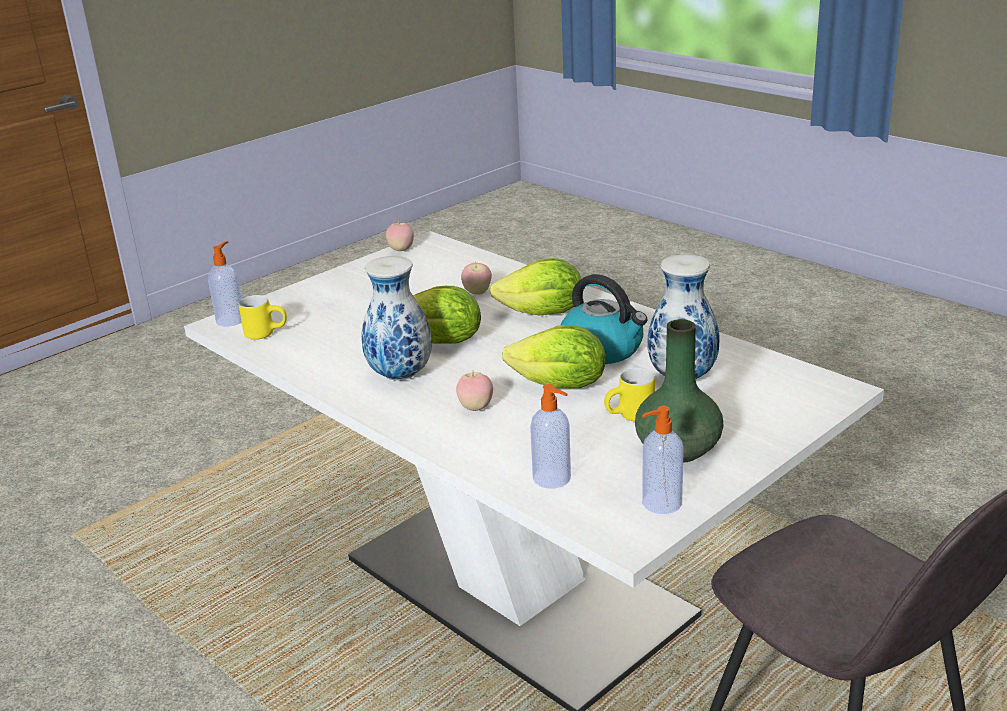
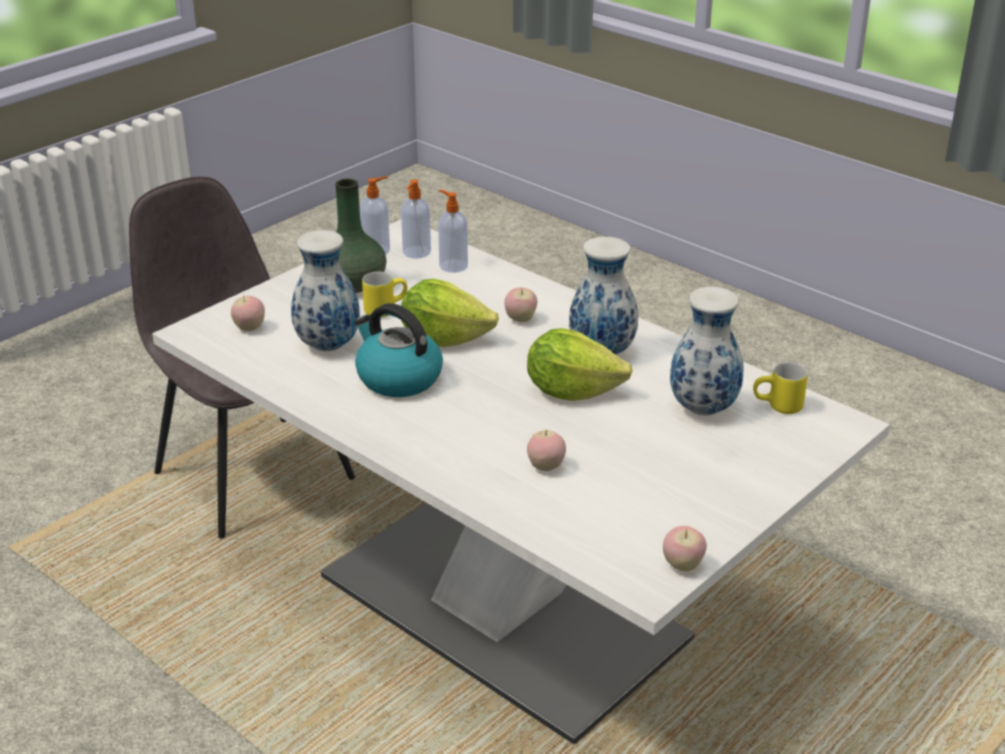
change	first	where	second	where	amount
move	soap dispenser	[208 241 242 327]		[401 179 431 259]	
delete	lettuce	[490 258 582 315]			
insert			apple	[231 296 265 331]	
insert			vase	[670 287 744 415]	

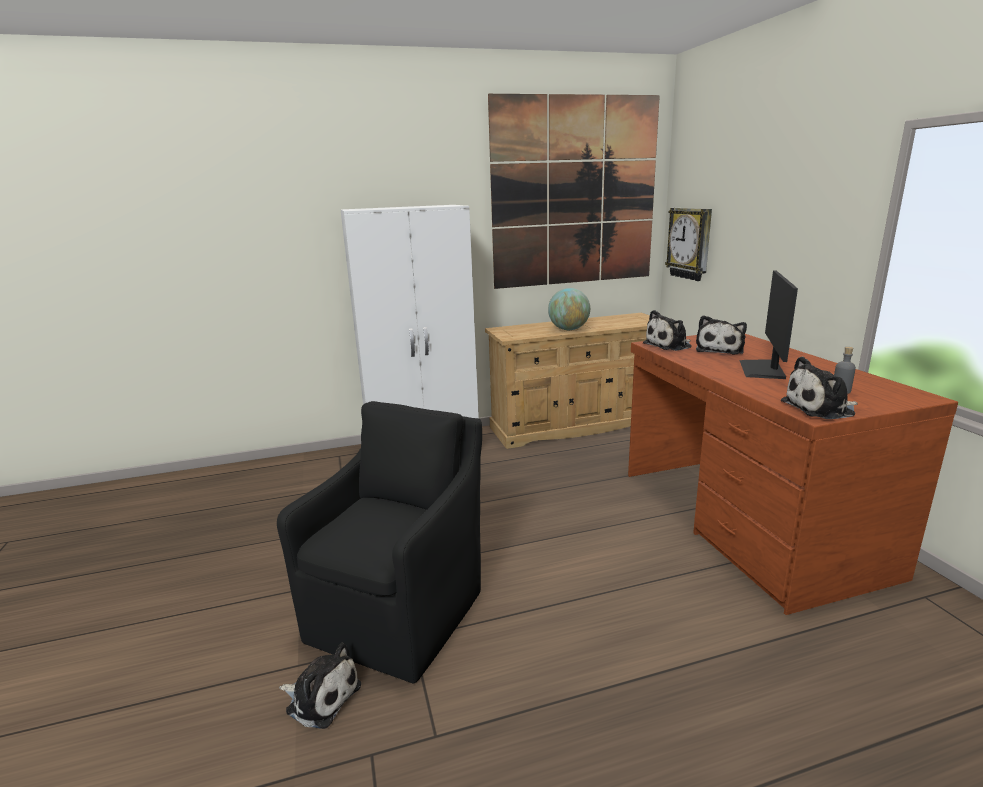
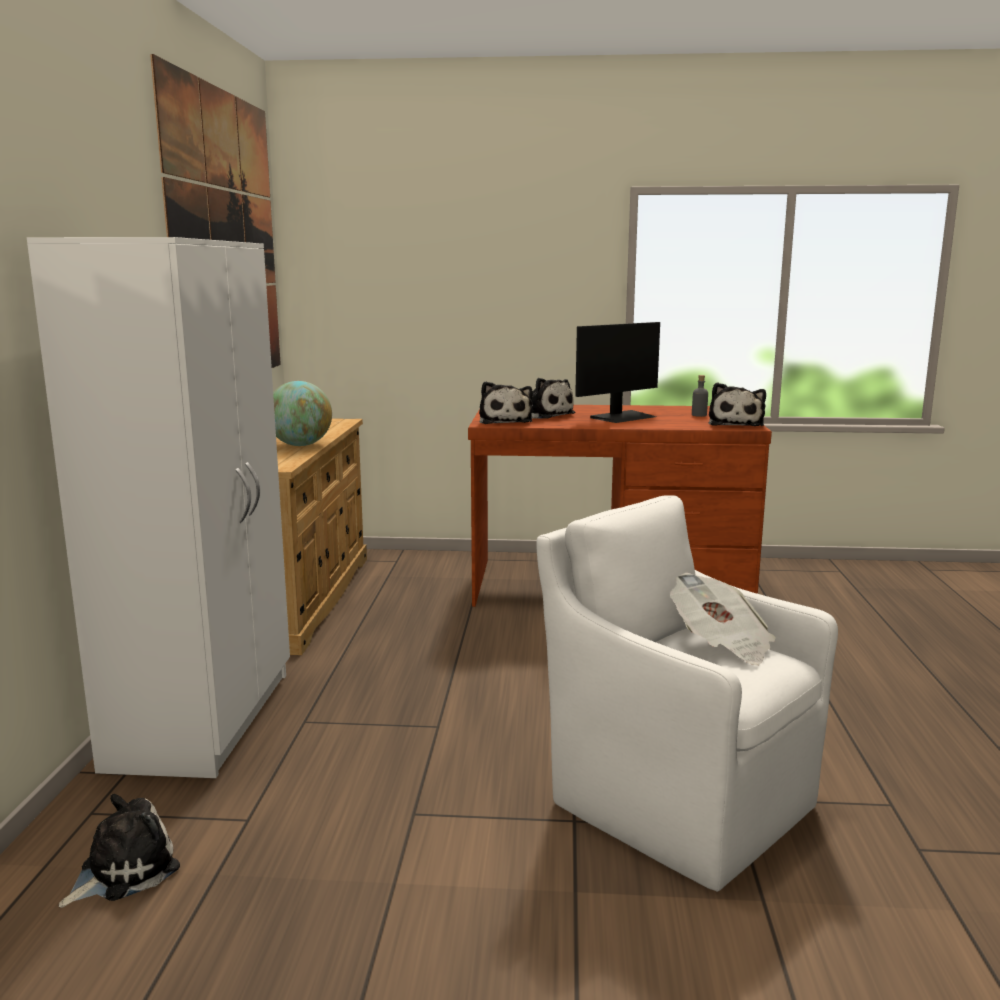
change	first	where	second	where	amount
recolor	black armchair	[277 401 482 684]	white armchair	[536 495 838 892]	
move	plush toy	[279 642 361 729]		[58 794 180 908]	
delete	wall clock	[665 208 712 281]			
rotate	monitor	[739 271 798 379]		[575 322 660 423]	75 degrees counterclockwise
insert			newspaper	[670 572 775 666]	

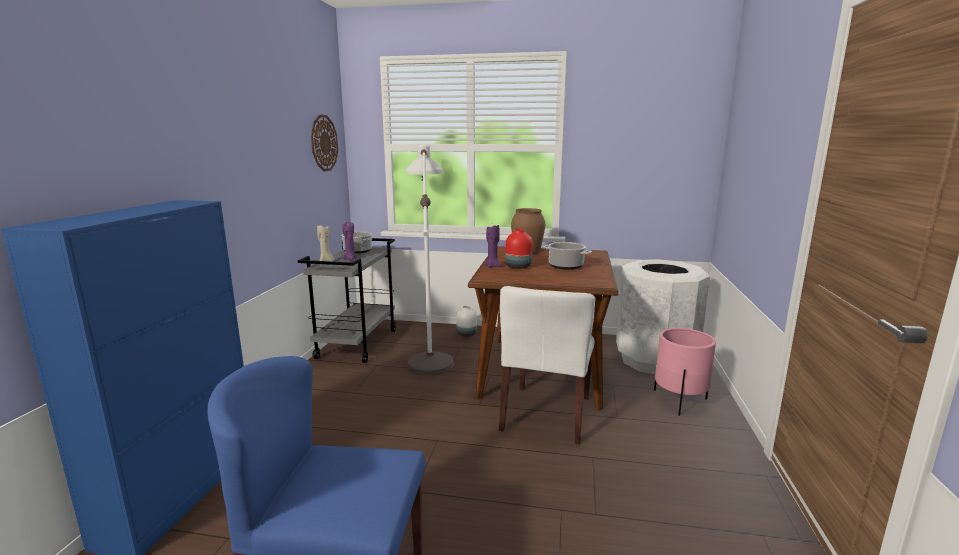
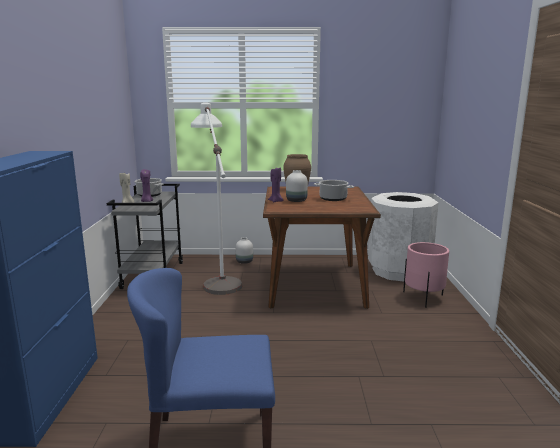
change	first	where	second	where	amount
delete	wall clock	[311 115 338 171]			
delete	white chair	[499 286 595 445]			
recolor	red vase	[505 229 533 269]	white vase	[286 170 308 202]	

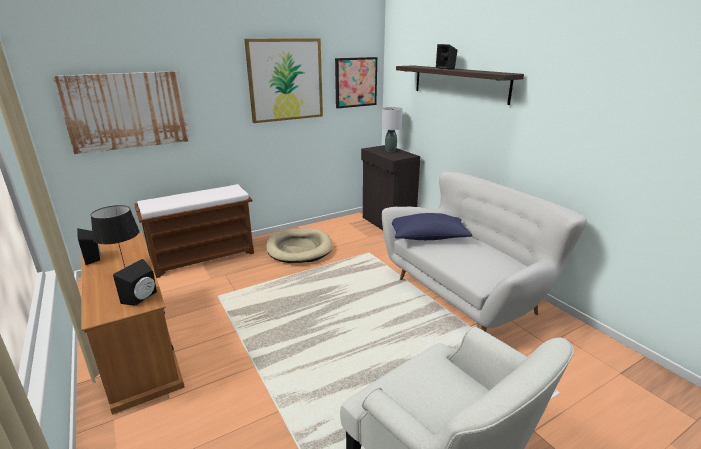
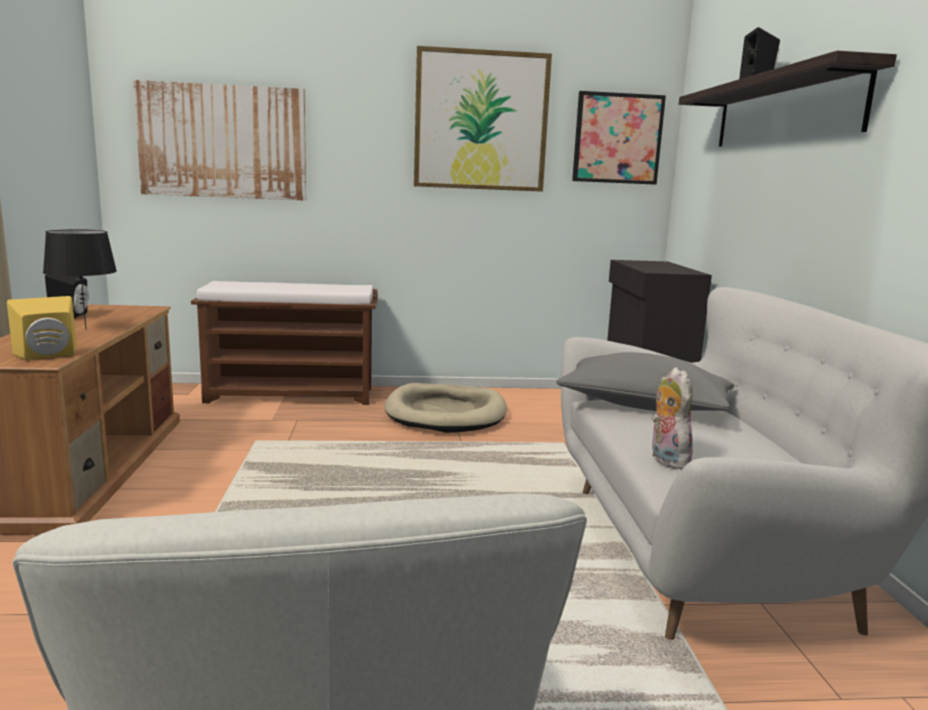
change	first	where	second	where	amount
recolor	black speaker	[113 259 157 306]	yellow speaker	[7 296 77 360]	
delete	grey table lamp	[382 107 402 152]			
recolor	blue pillow	[392 213 473 240]	grey pillow	[556 352 734 411]	
insert			plush toy	[651 367 693 469]	

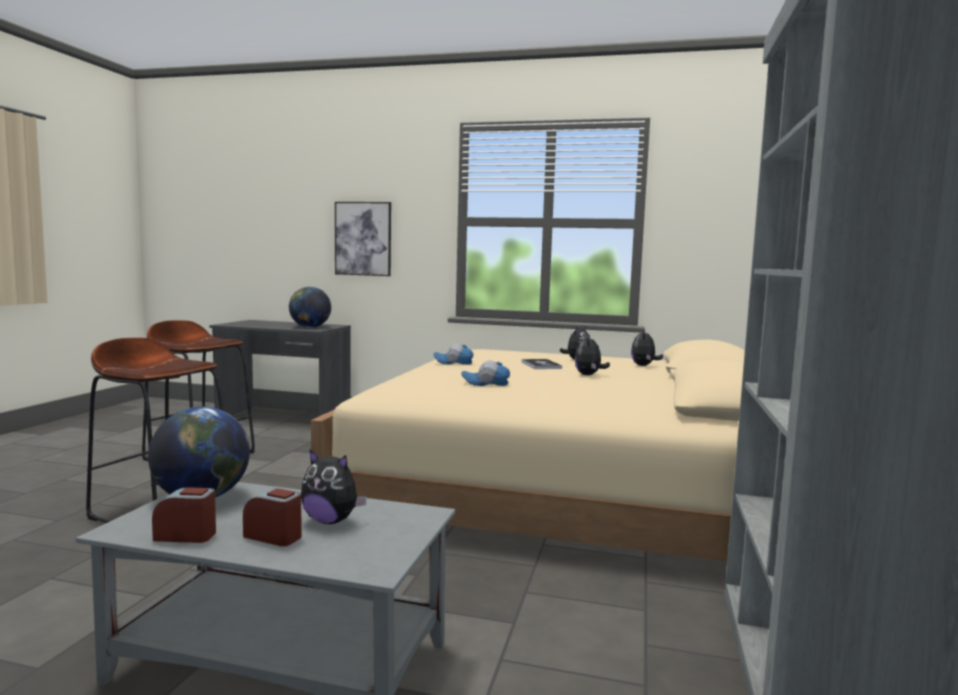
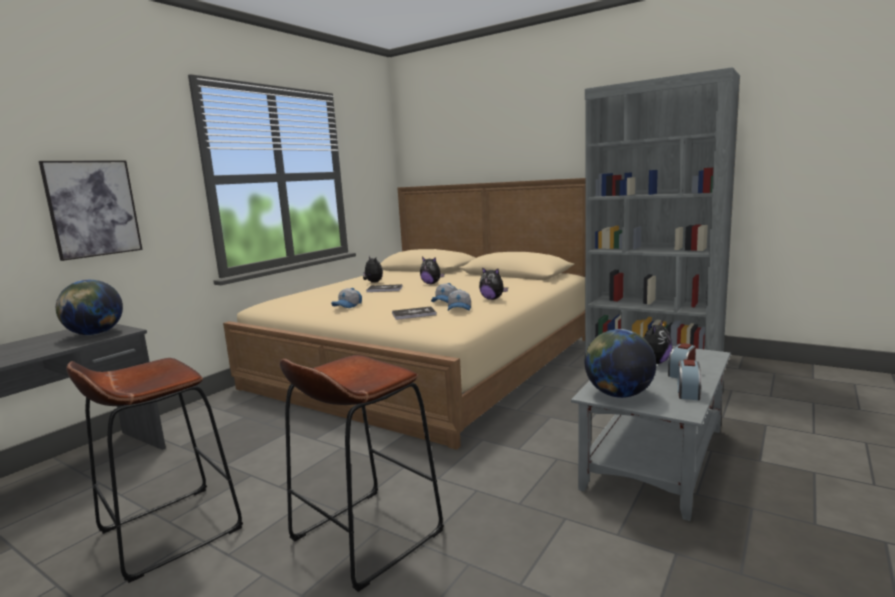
change	first	where	second	where	amount
move	plush toy	[631 329 663 366]		[479 267 508 300]	
insert			book	[392 306 437 320]	
insert			cap	[448 289 471 311]	

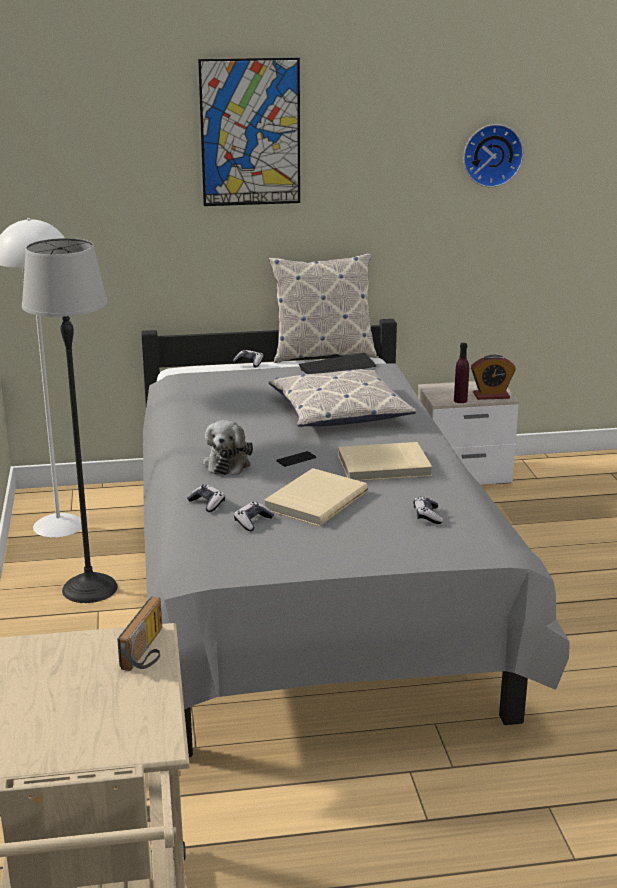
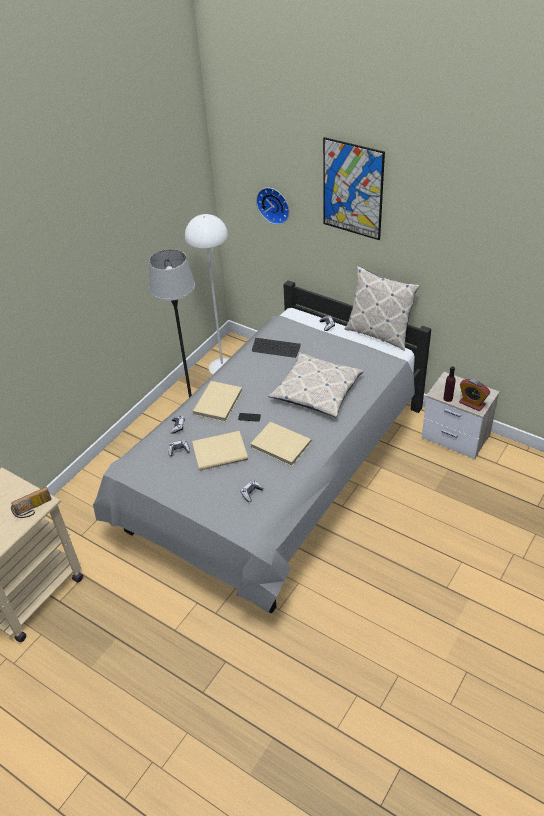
change	first	where	second	where	amount
replace	plush toy	[203 420 253 475]	beige book	[193 381 242 422]	
move	keyboard	[299 353 376 374]		[252 338 301 358]	
move	wall clock	[463 124 524 187]		[256 188 290 225]	

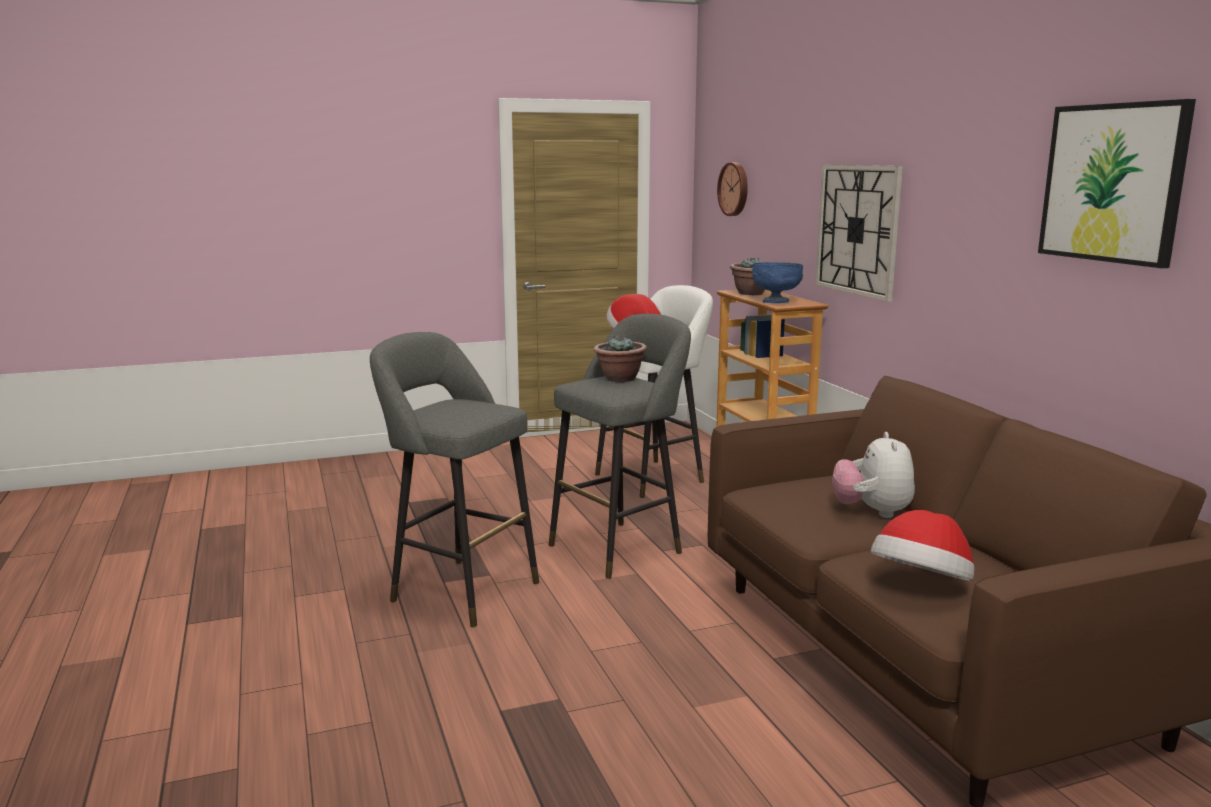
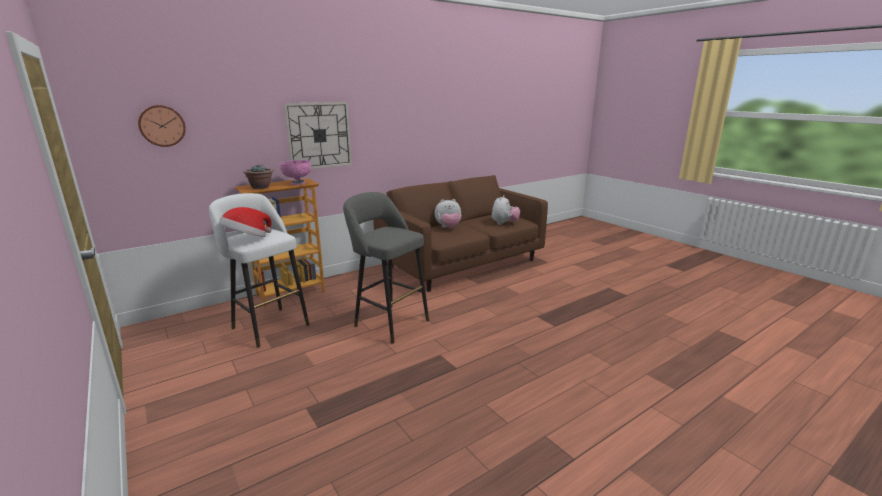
change	first	where	second	where	amount
delete	grey stool	[370 332 539 627]			
delete	potted plant	[594 336 647 382]			
recolor	blue bowl	[752 262 803 303]	pink bowl	[279 160 311 185]	
replace	hat	[871 510 975 581]	plush toy	[492 195 520 225]	
delete	picture	[1038 99 1196 268]			

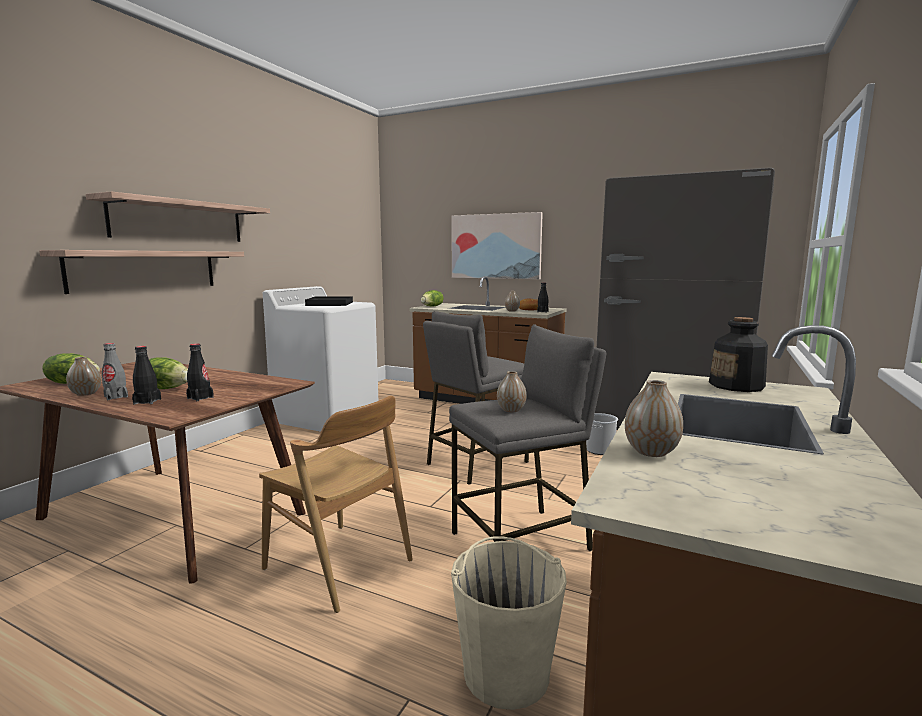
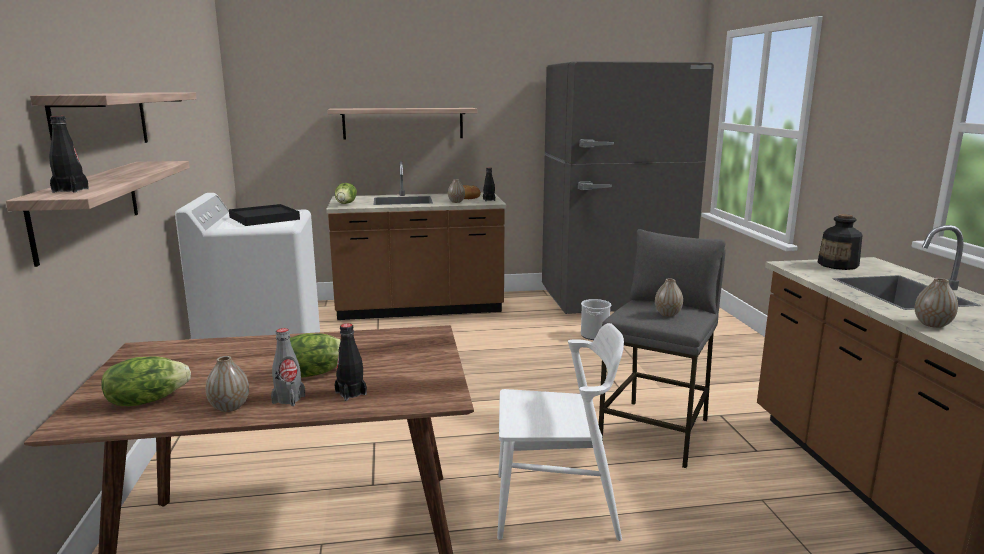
change	first	where	second	where	amount
move	black bottle	[186 344 214 401]		[49 116 89 193]	
recolor	brown chair	[259 396 413 613]	white chair	[497 323 624 541]	
delete	grey stool	[423 311 529 485]			
replace	picture	[451 212 543 279]	shelf	[327 108 477 140]	
delete	beige bucket	[451 536 567 710]			

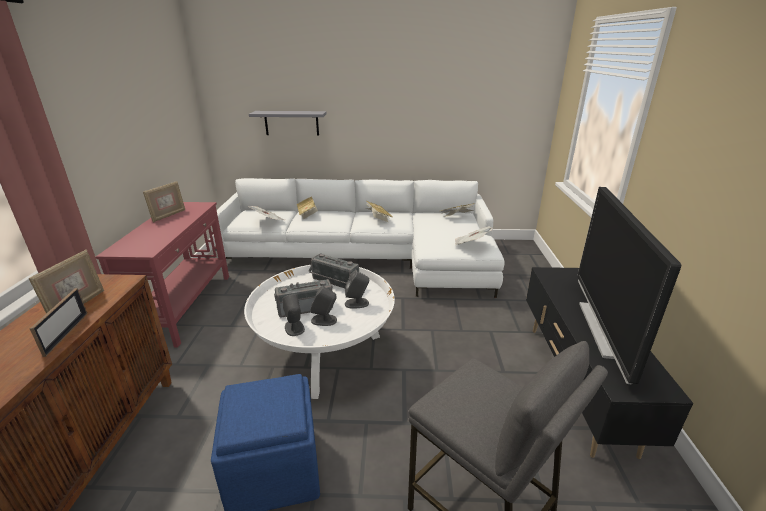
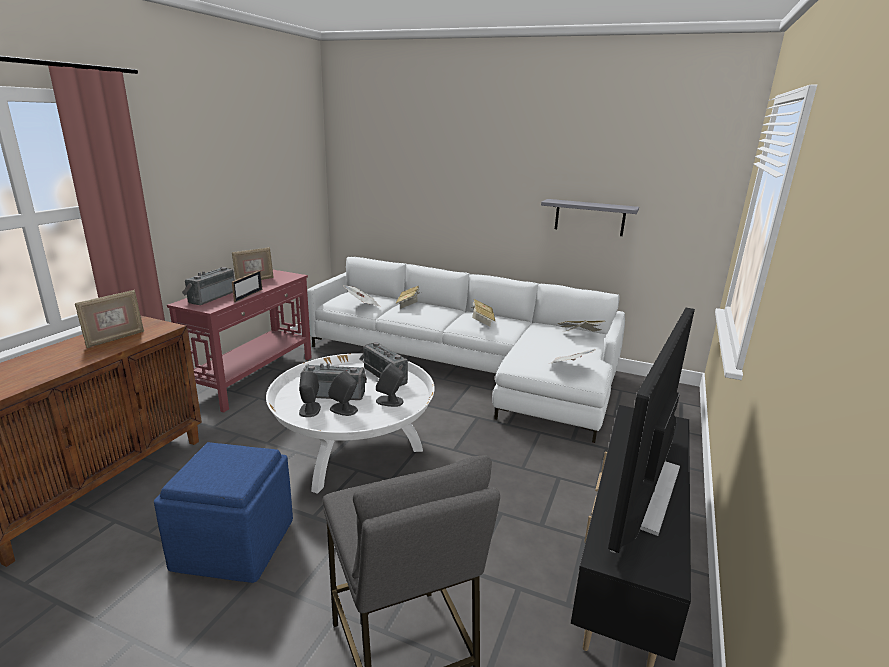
change	first	where	second	where	amount
move	picture frame	[30 288 87 357]		[232 270 262 302]	
move	grey shelf	[249 111 327 136]		[541 199 639 236]	
insert			radio	[182 267 235 305]	

